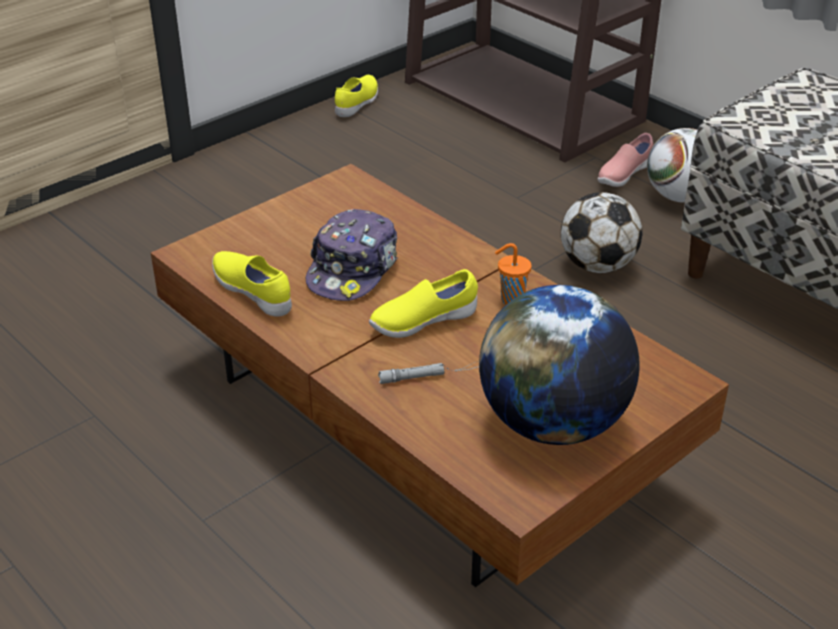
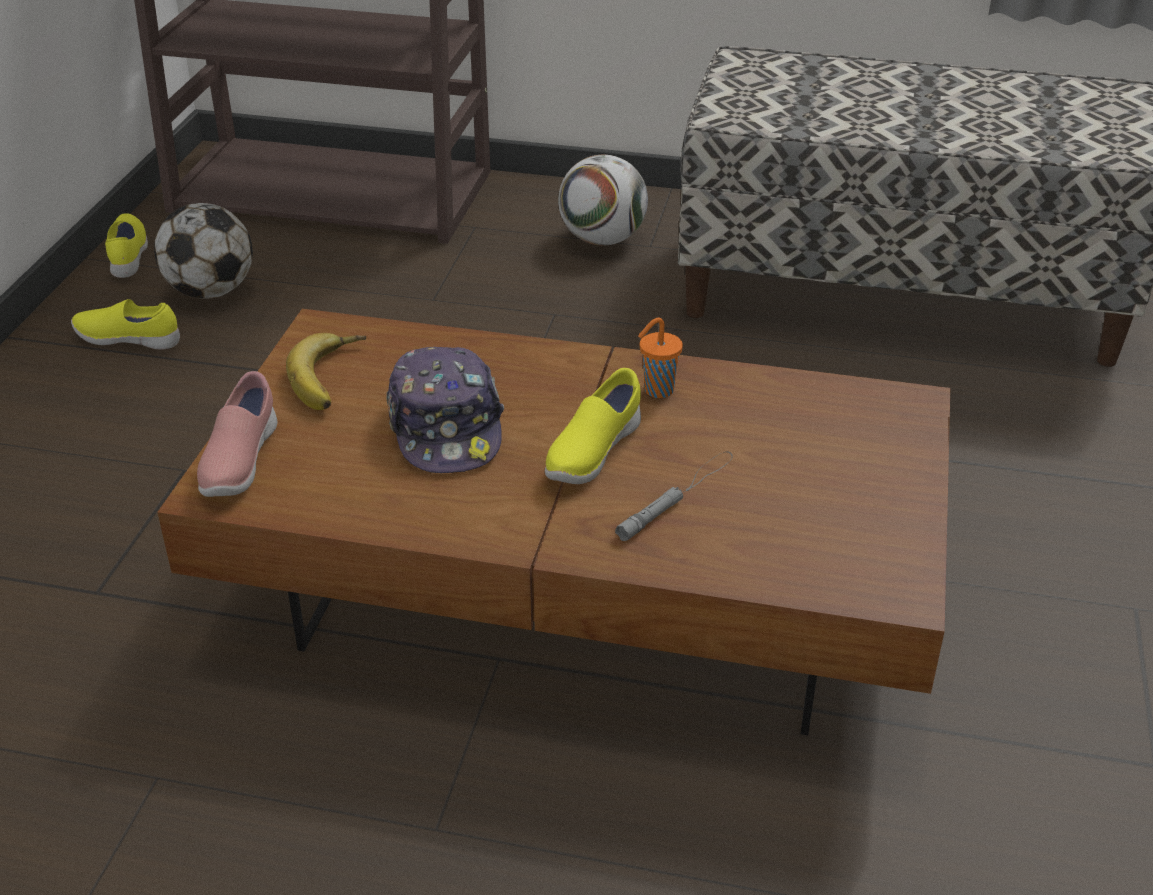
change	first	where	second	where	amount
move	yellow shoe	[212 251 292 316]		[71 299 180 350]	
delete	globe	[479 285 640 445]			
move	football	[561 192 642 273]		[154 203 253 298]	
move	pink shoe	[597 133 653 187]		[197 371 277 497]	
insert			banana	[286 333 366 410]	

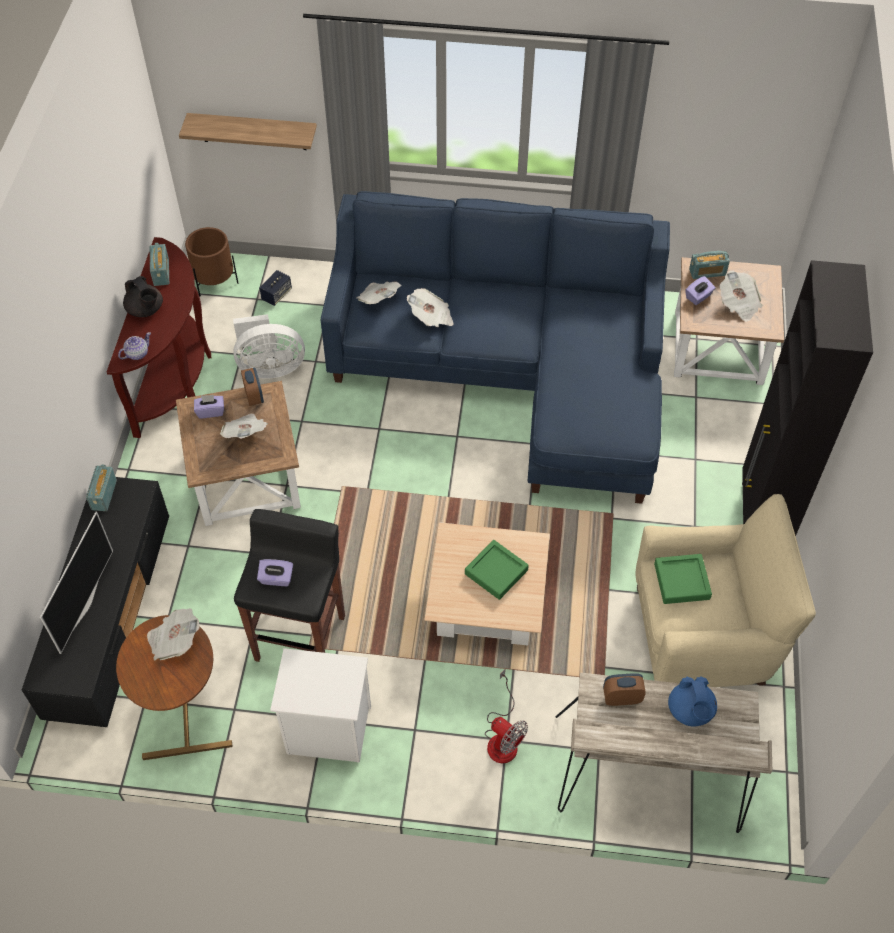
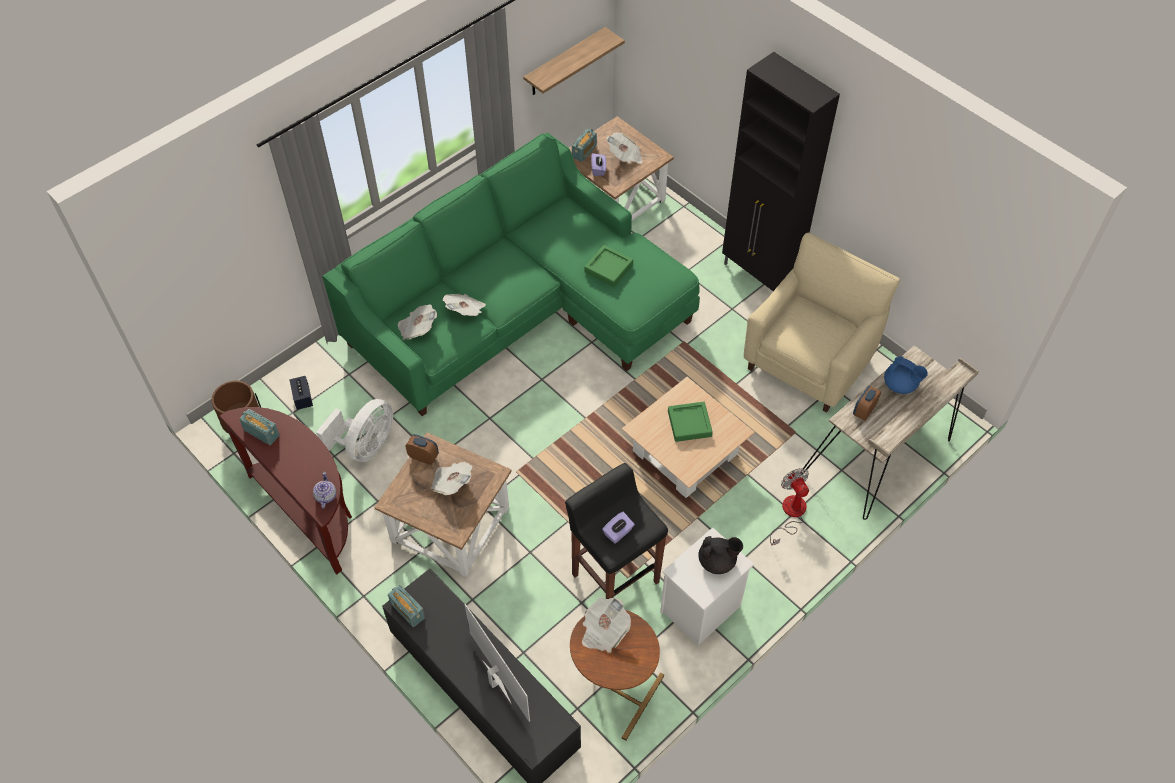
change	first	where	second	where	amount
move	black teapot	[123 276 163 317]		[698 536 743 574]	
move	shelf	[179 113 317 150]		[523 27 625 95]	
delete	purple tissue box	[194 395 224 419]			
recolor	blue sofa	[321 191 670 504]	green sofa	[322 133 700 416]	
rotate	fan	[485 669 528 763]		[770 468 809 545]	105 degrees counterclockwise
move	green tray	[654 554 712 604]		[584 245 633 287]	

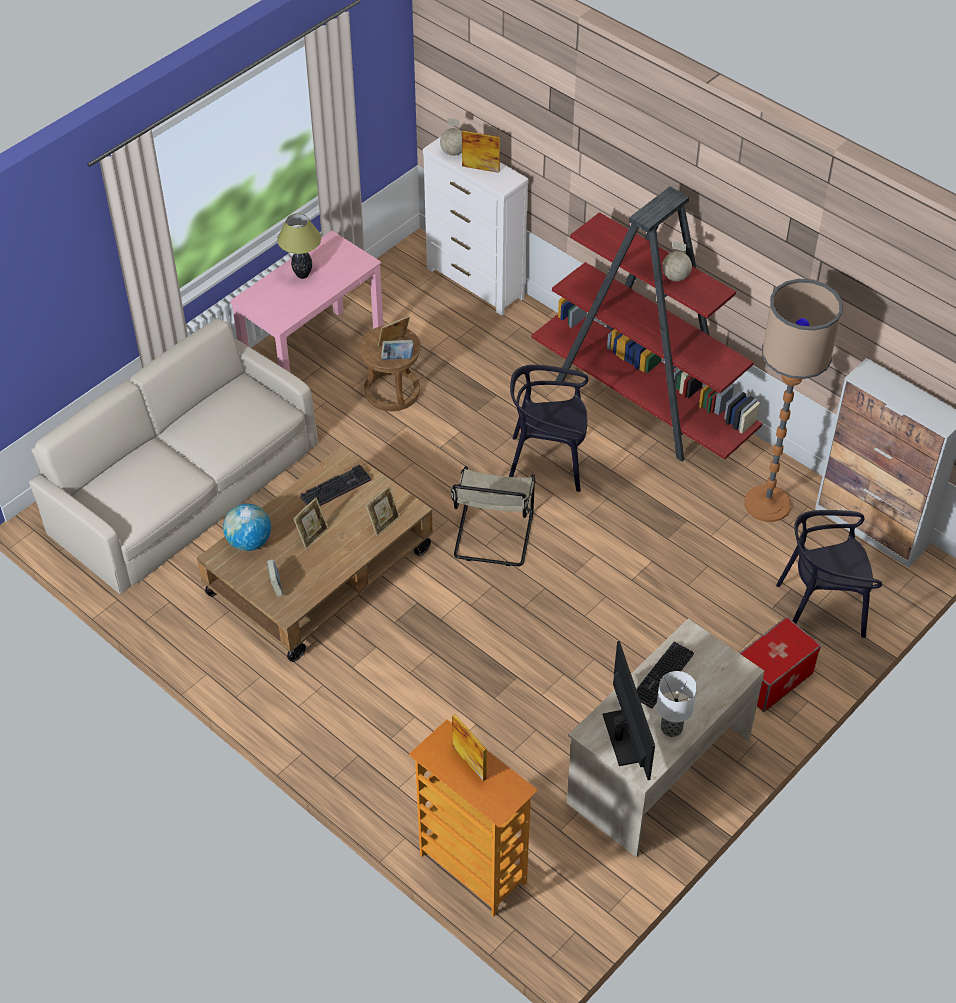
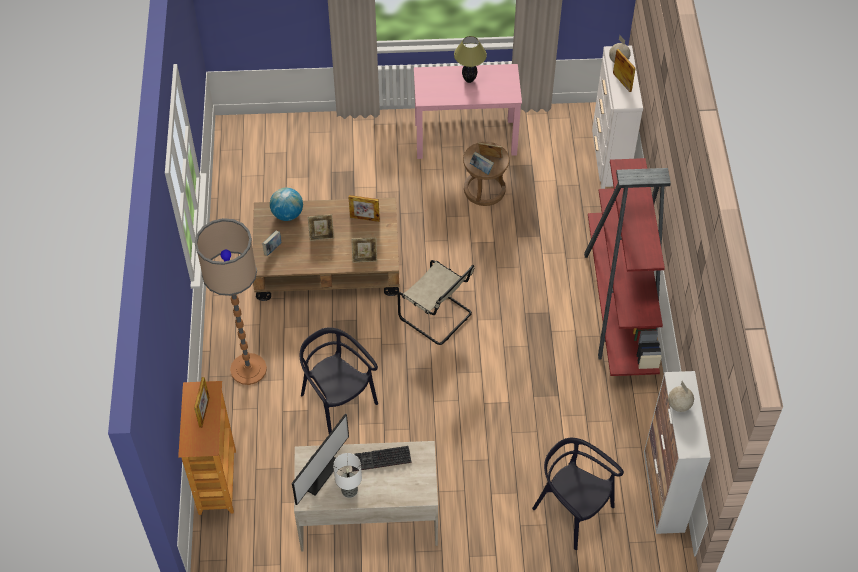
change	first	where	second	where	amount
delete	beige sofa	[29 318 318 594]			
replace	keyboard	[300 464 371 506]	picture frame	[349 195 380 222]	
rotate	beige chair	[451 466 535 566]		[398 260 474 345]	105 degrees counterclockwise
move	black chair	[509 365 588 492]		[300 327 378 434]	
move	globe	[662 241 692 281]		[668 381 694 412]	
delete	storage box	[740 617 821 712]			
move	floor lamp	[745 279 843 522]		[195 218 267 385]	

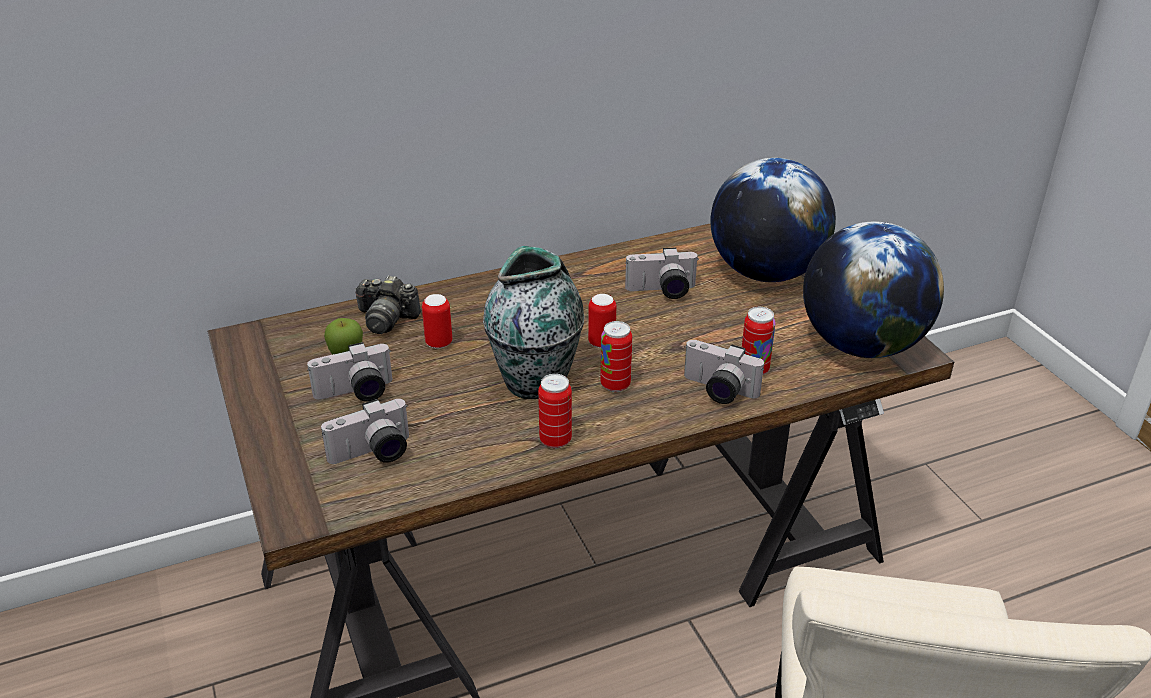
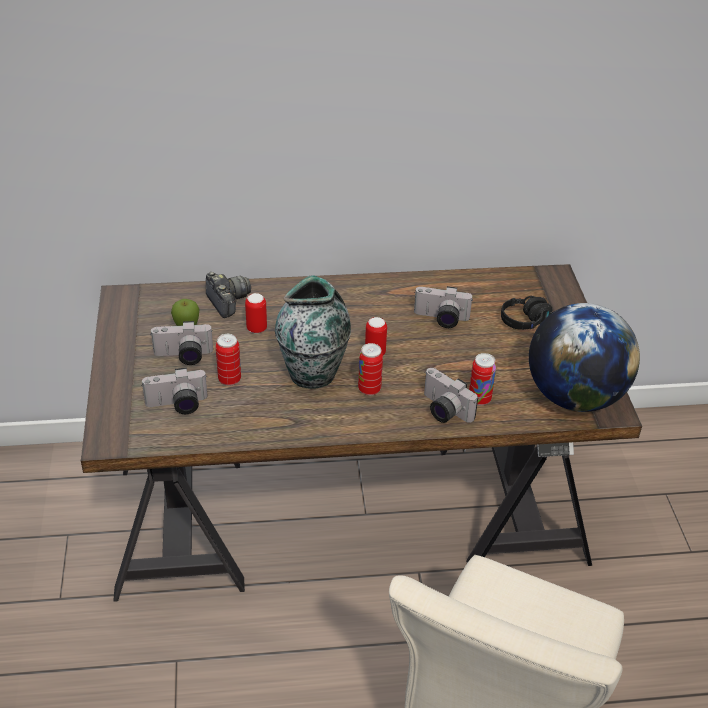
change	first	where	second	where	amount
rotate	photo camera	[355 275 421 334]		[206 272 251 318]	150 degrees counterclockwise
move	can	[538 374 572 449]		[216 334 241 386]	
replace	globe	[710 158 836 282]	black headphones	[501 296 553 330]	

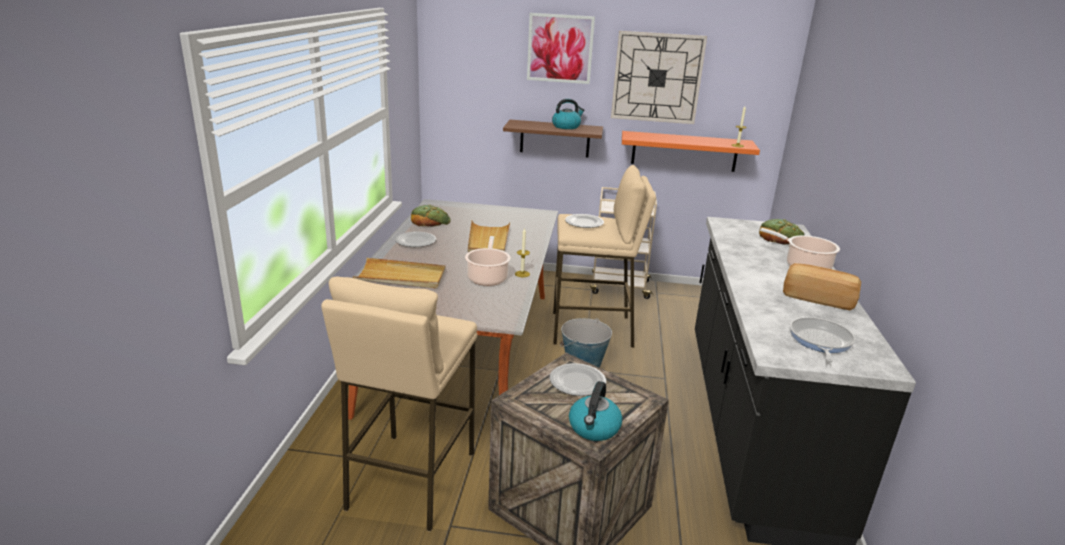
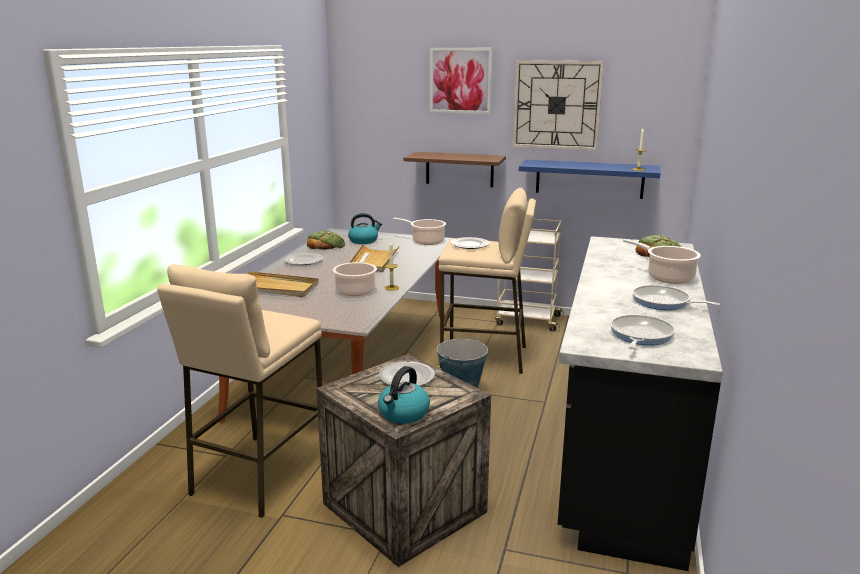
change	first	where	second	where	amount
move	kettle	[552 99 585 129]		[348 213 382 244]	
recolor	orange shelf	[622 131 760 172]	blue shelf	[519 160 660 199]	
replace	bread	[783 263 861 310]	frying pan	[632 285 720 310]	
insert			cooking pot	[392 218 446 245]	

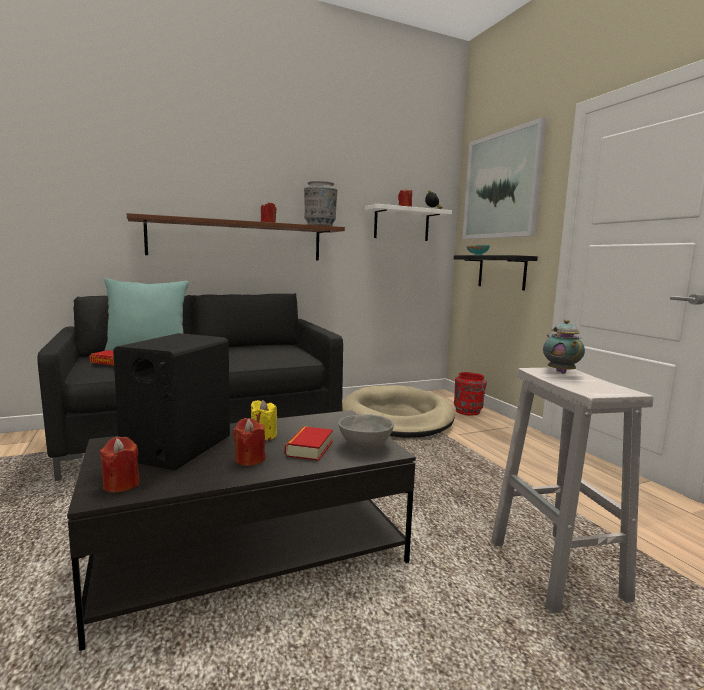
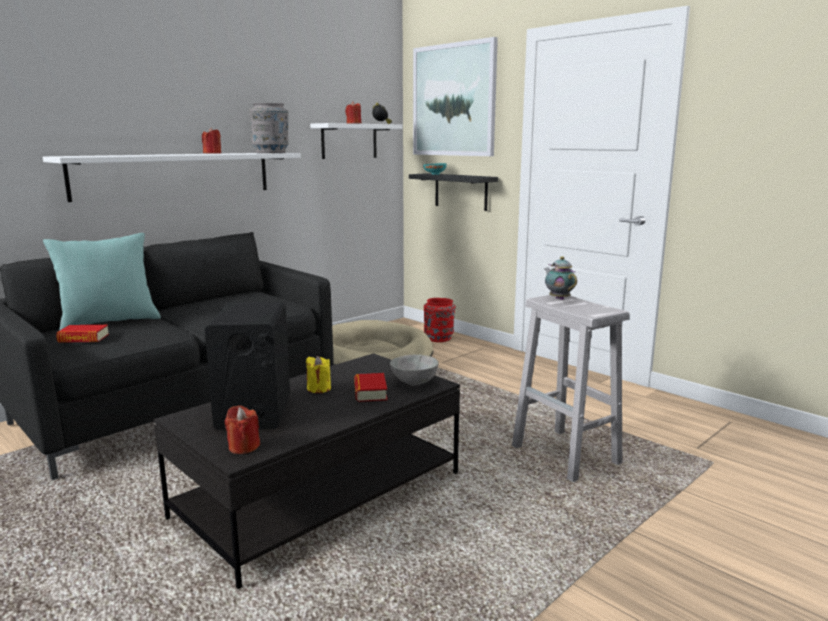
change	first	where	second	where	amount
recolor	brown shelf	[127 213 345 261]	white shelf	[43 153 301 202]	
delete	red candle	[233 418 265 466]			

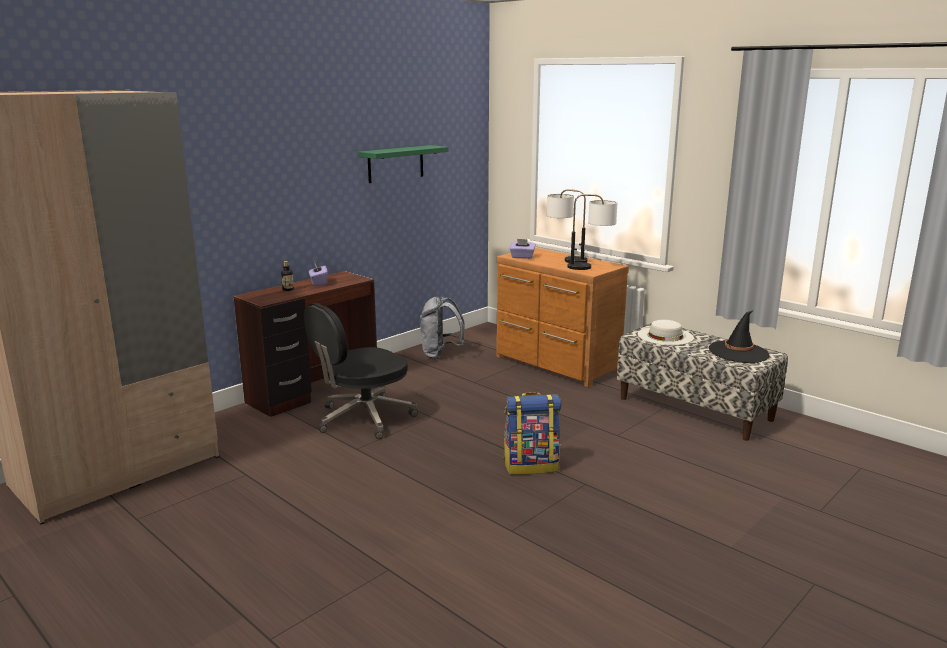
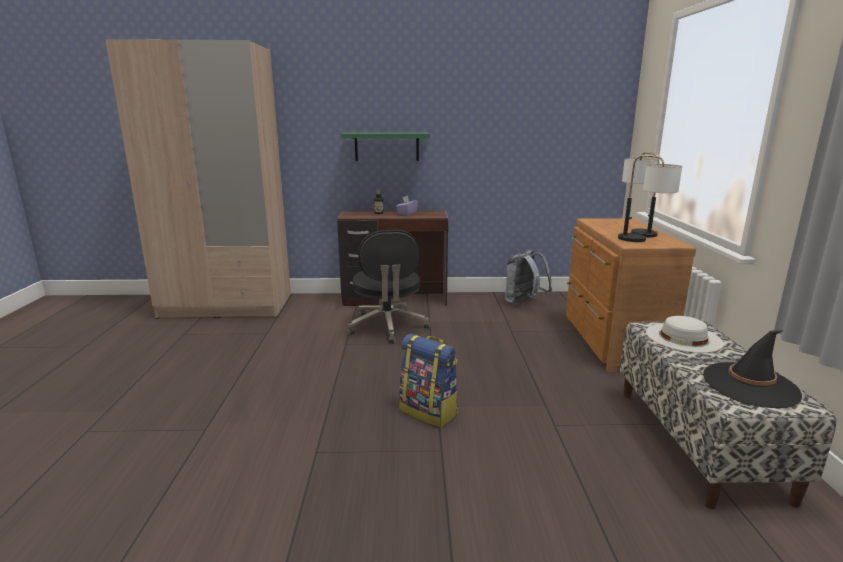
change	first	where	second	where	amount
rotate	black office chair	[304 303 418 439]		[347 230 430 344]	105 degrees counterclockwise
move	green shelf	[358 145 448 183]		[341 132 430 161]	
delete	purple tissue box	[510 239 536 259]			

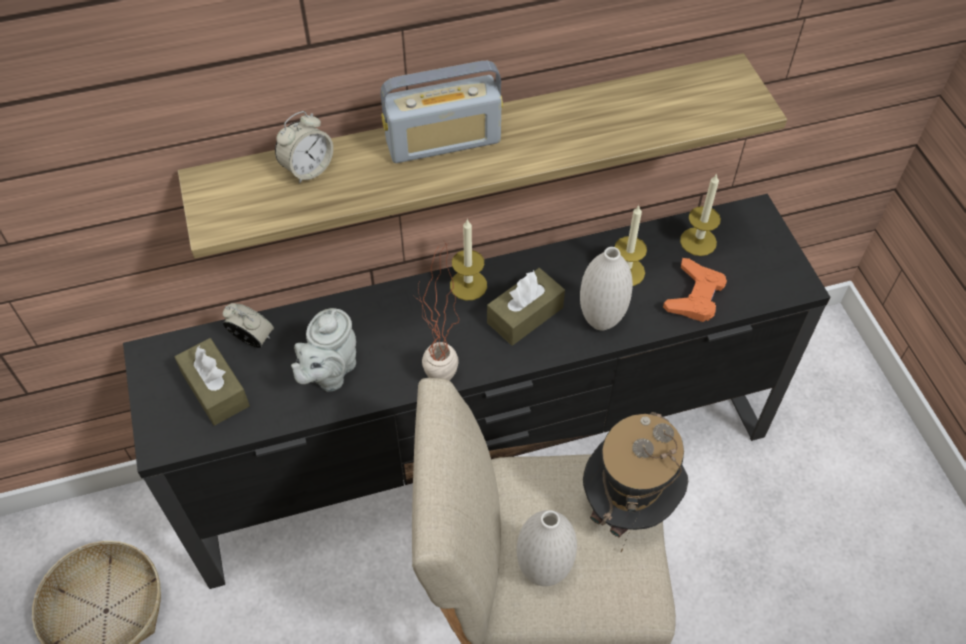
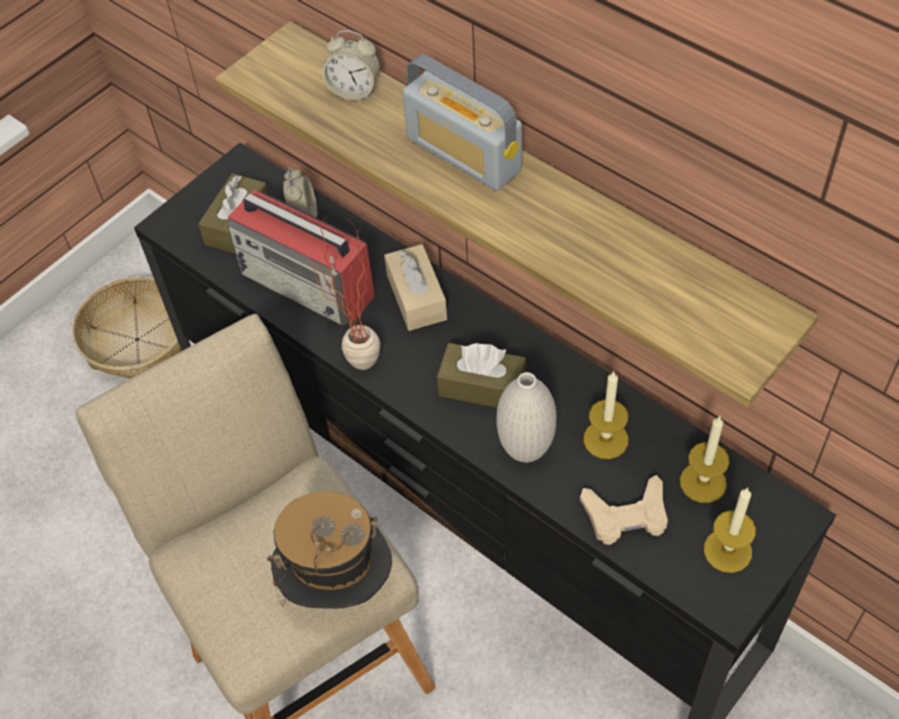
change	first	where	second	where	amount
replace	grey teapot	[291 308 356 392]	radio	[227 190 375 326]	
move	candle	[450 219 487 300]		[704 488 756 573]	
delete	white vase	[517 510 577 586]			
recolor	orange game controller	[663 258 727 322]	beige game controller	[580 475 668 545]	
insert			beige tissue box	[384 244 447 331]	

